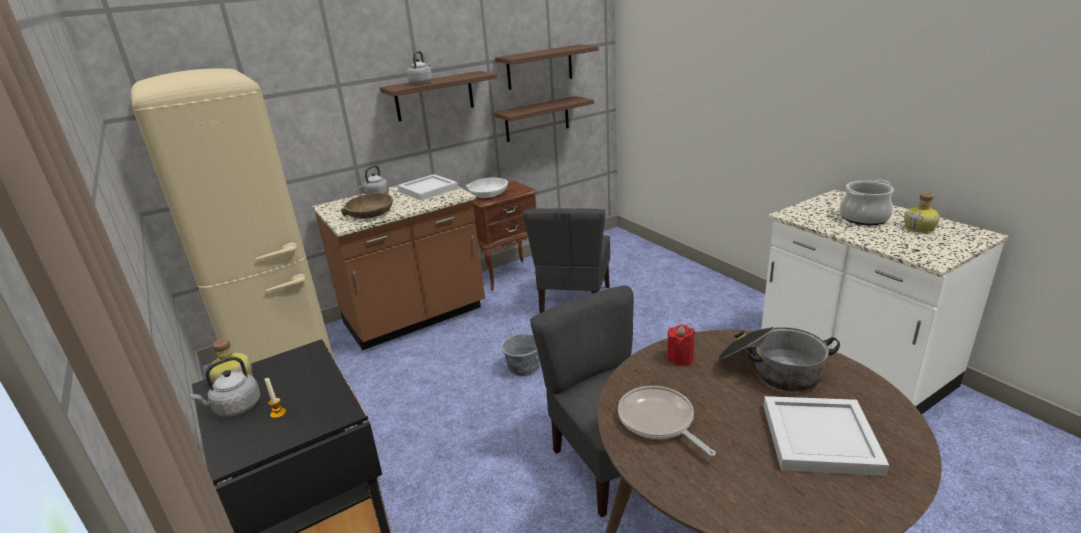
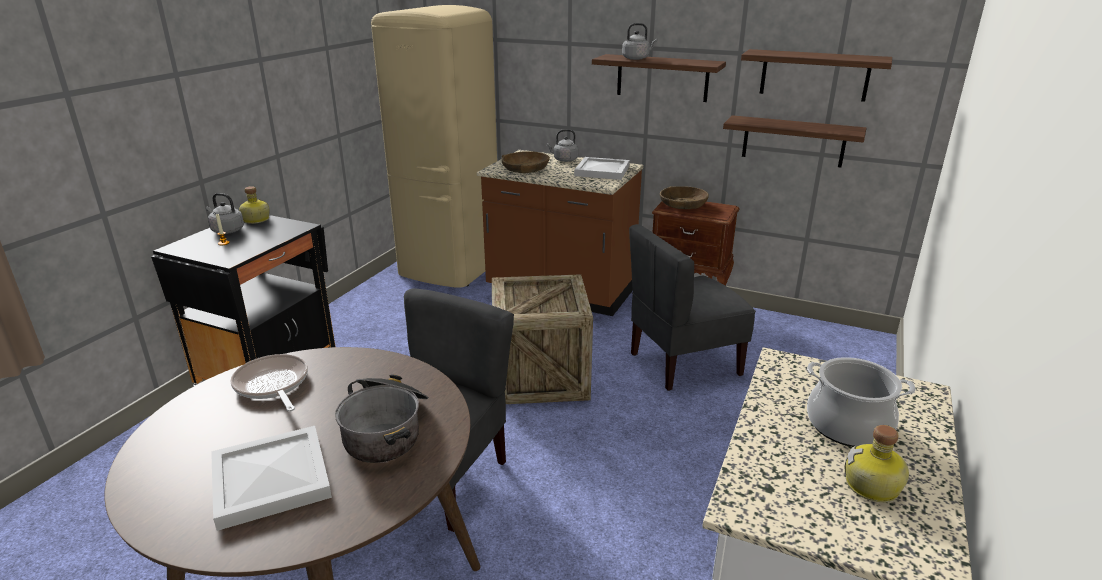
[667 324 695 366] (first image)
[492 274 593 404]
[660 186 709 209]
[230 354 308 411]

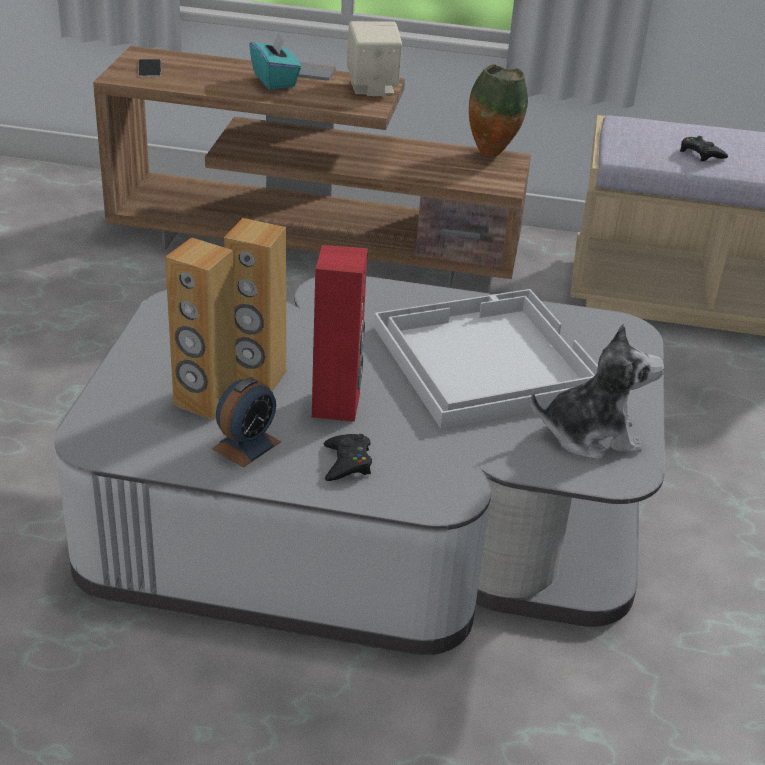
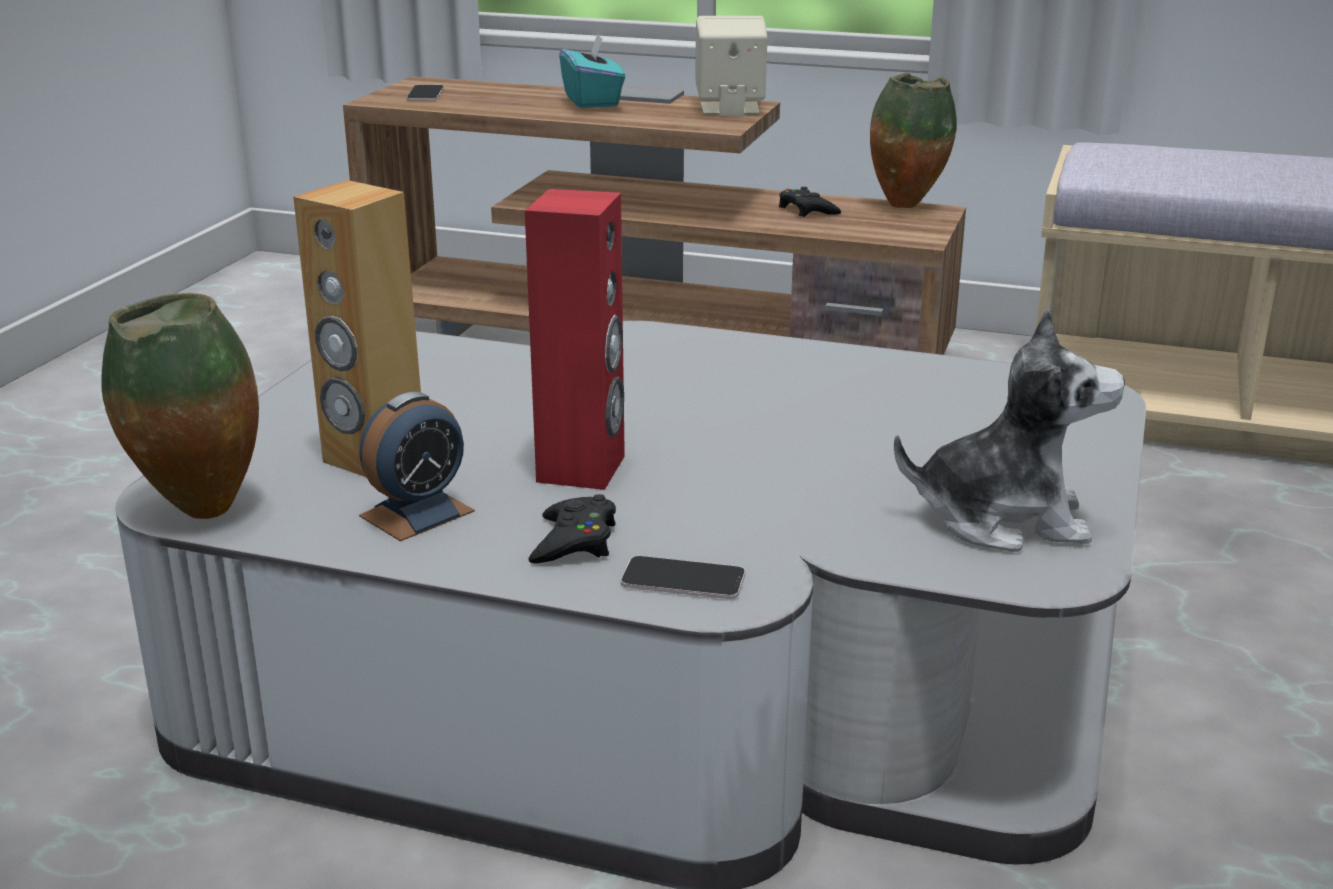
[224 218 286 391] (first image)
[374 289 598 428] (first image)
[101 293 259 519]
[621 556 745 599]
[779 187 841 217]

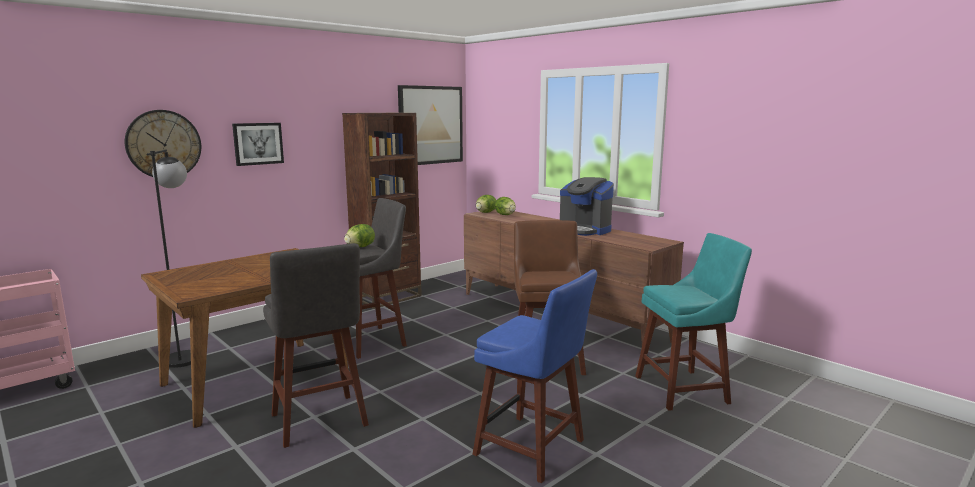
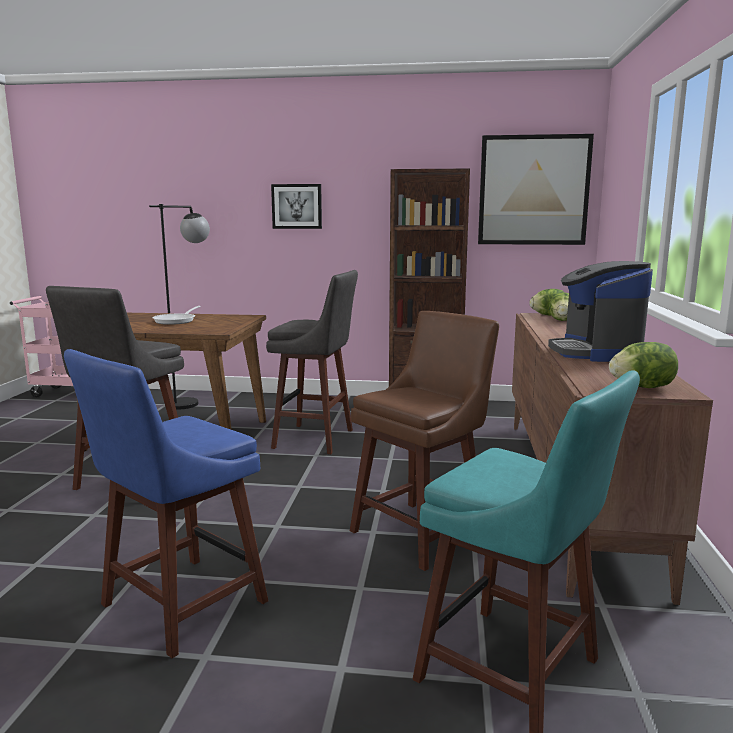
[125 110 201 177] (first image)
[152 306 201 325]
[609 342 678 388]
[64 349 268 658]

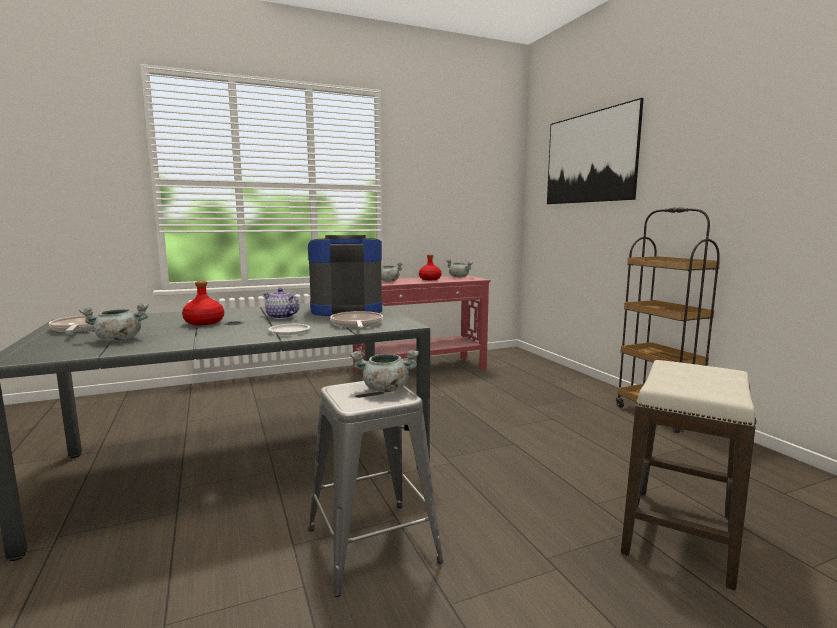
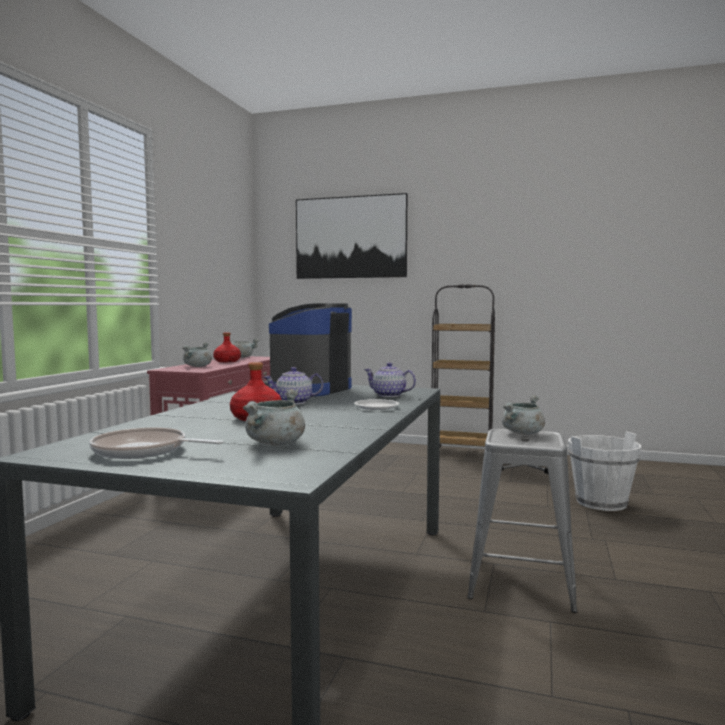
[364 362 416 397]
[568 431 641 511]

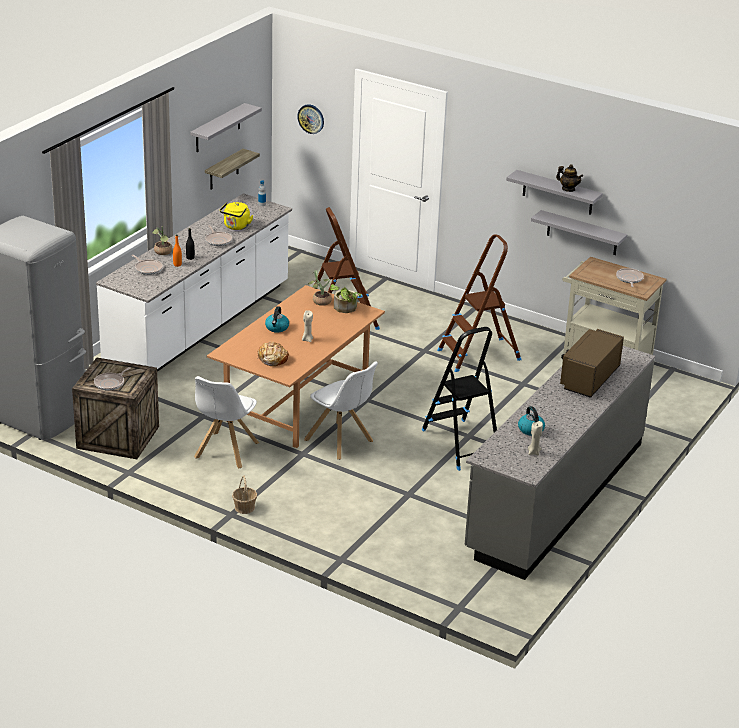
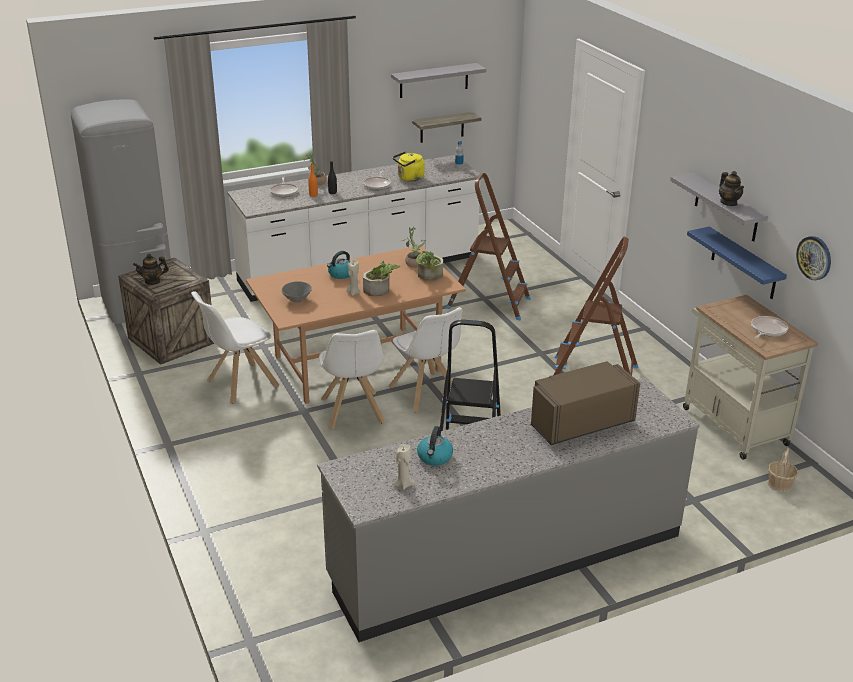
[363 261 400 296]
[389 307 463 412]
[768 448 798 492]
[796 236 831 280]
[133 254 169 285]
[282 281 312 303]
[687 227 787 299]

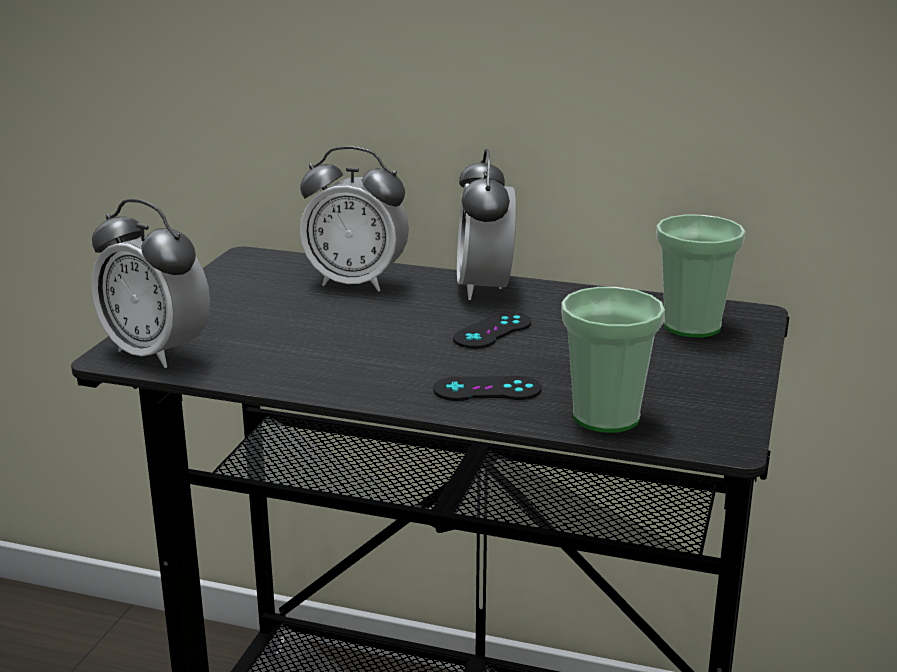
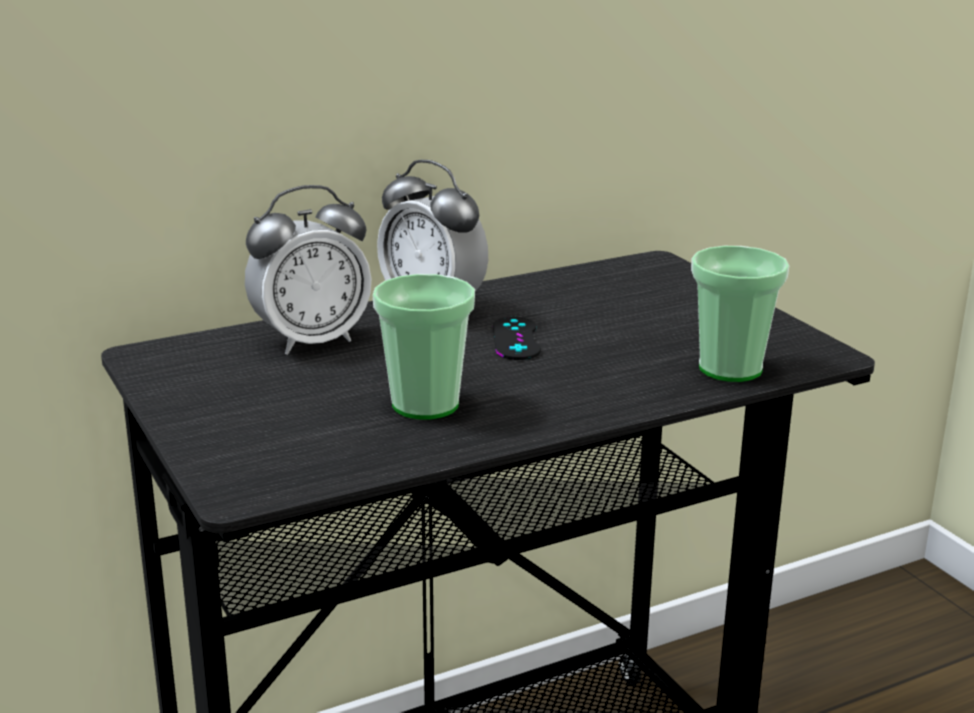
[91 199 210 368] (first image)
[433 376 542 401] (first image)
[373 274 475 420]

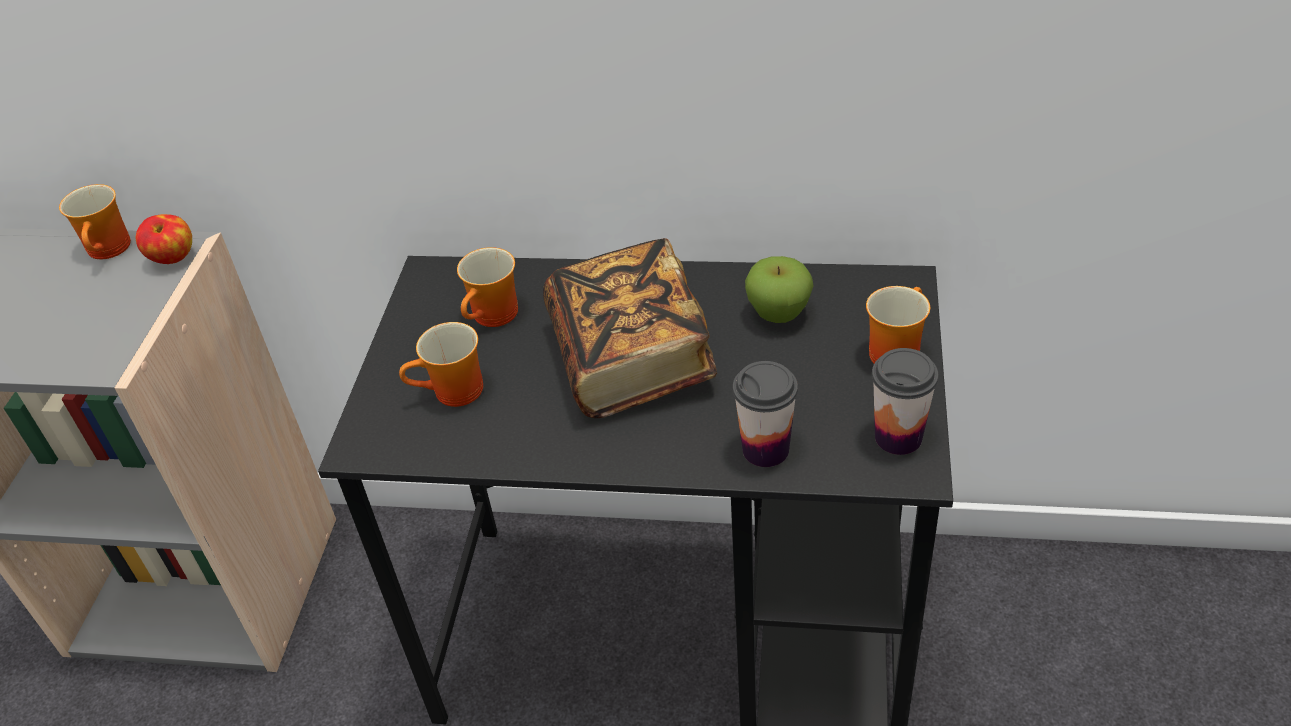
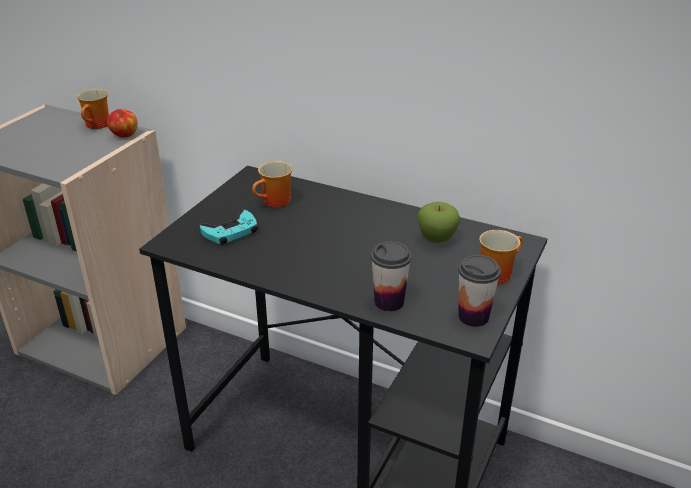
[543 238 717 418] (first image)
[200 210 258 245]

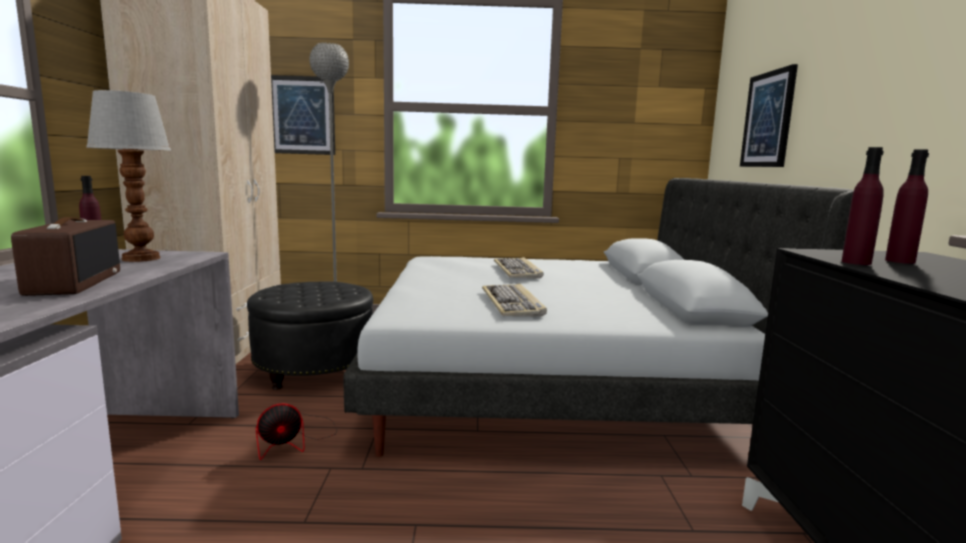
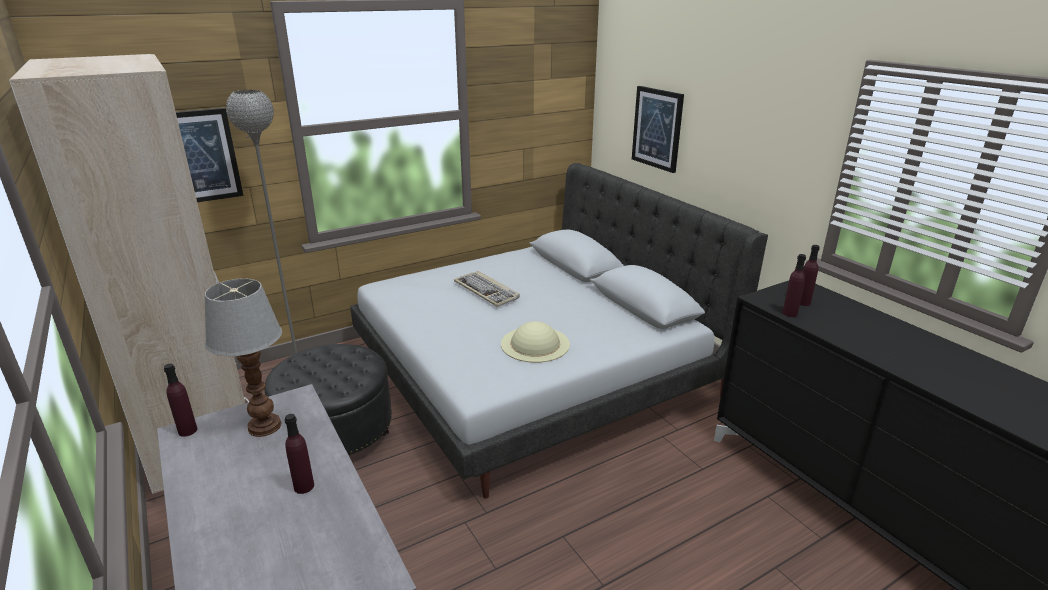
[256 403 337 460] (first image)
[285 414 314 494]
[501 321 570 363]

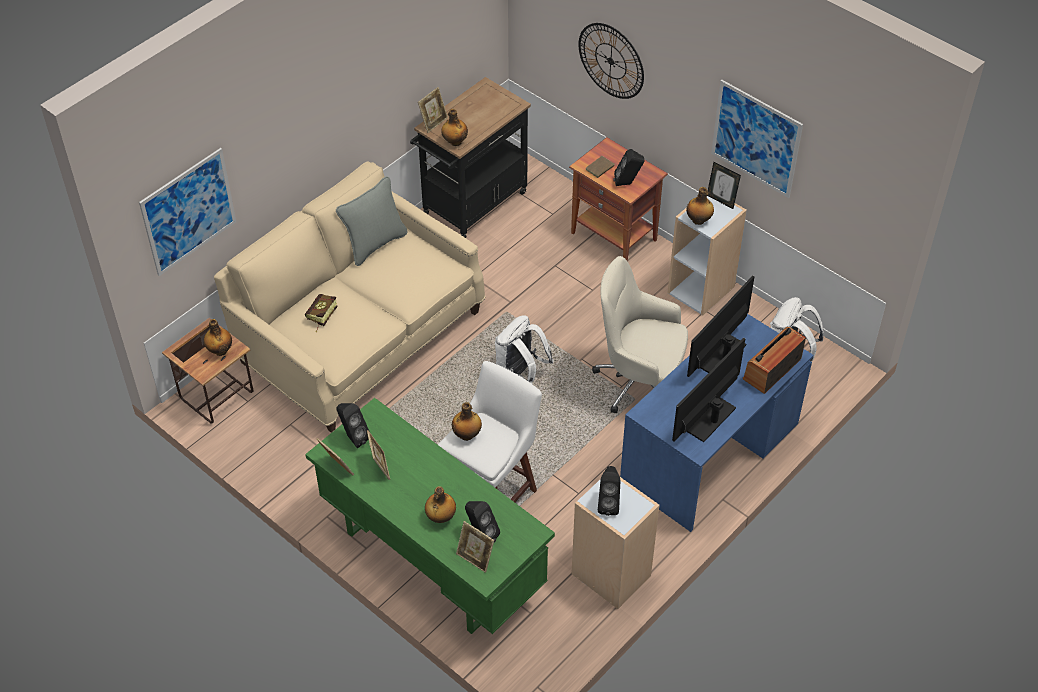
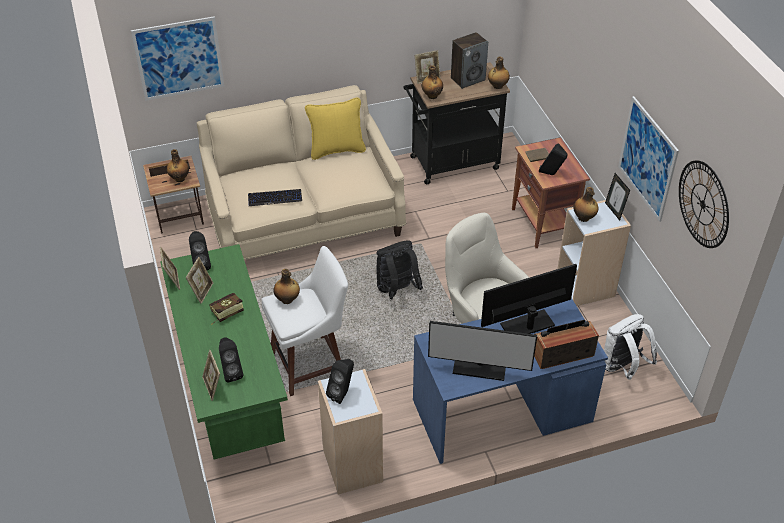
[248 189 302 206]
[451 32 488 89]
[209 293 244 325]
[488 57 510 89]
[679 160 729 248]
[305 98 366 160]
[376 240 423 299]
[428 321 537 381]

